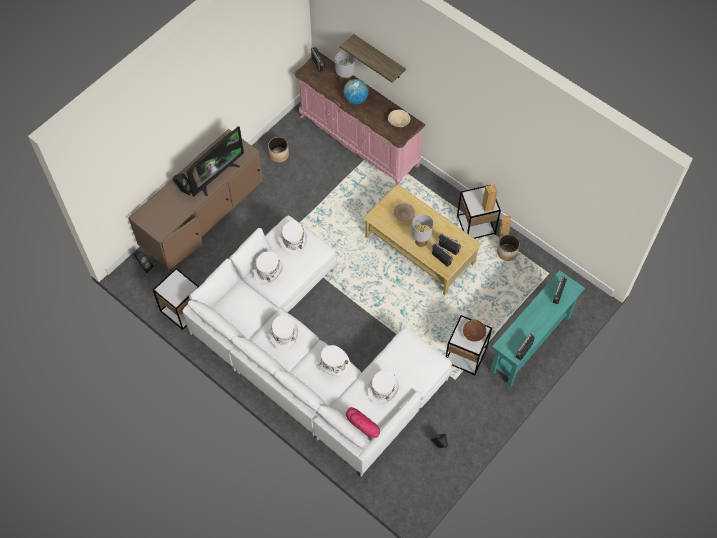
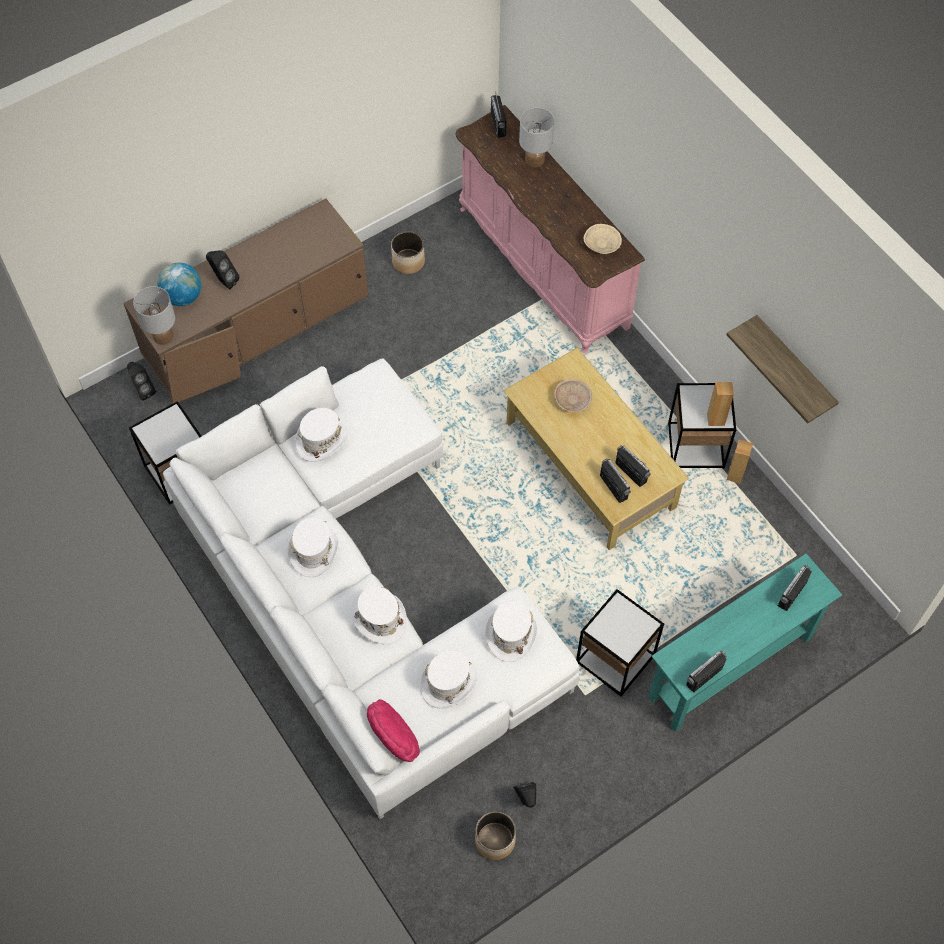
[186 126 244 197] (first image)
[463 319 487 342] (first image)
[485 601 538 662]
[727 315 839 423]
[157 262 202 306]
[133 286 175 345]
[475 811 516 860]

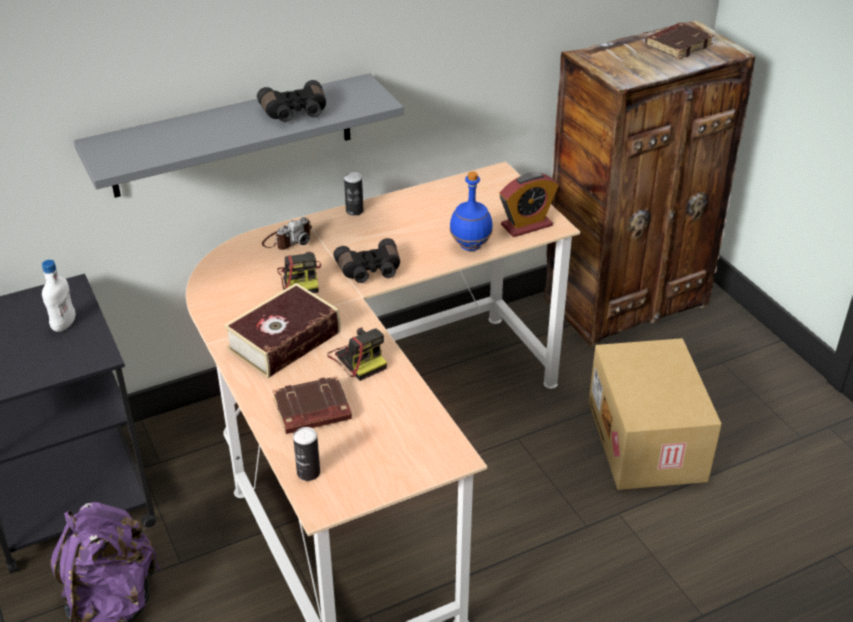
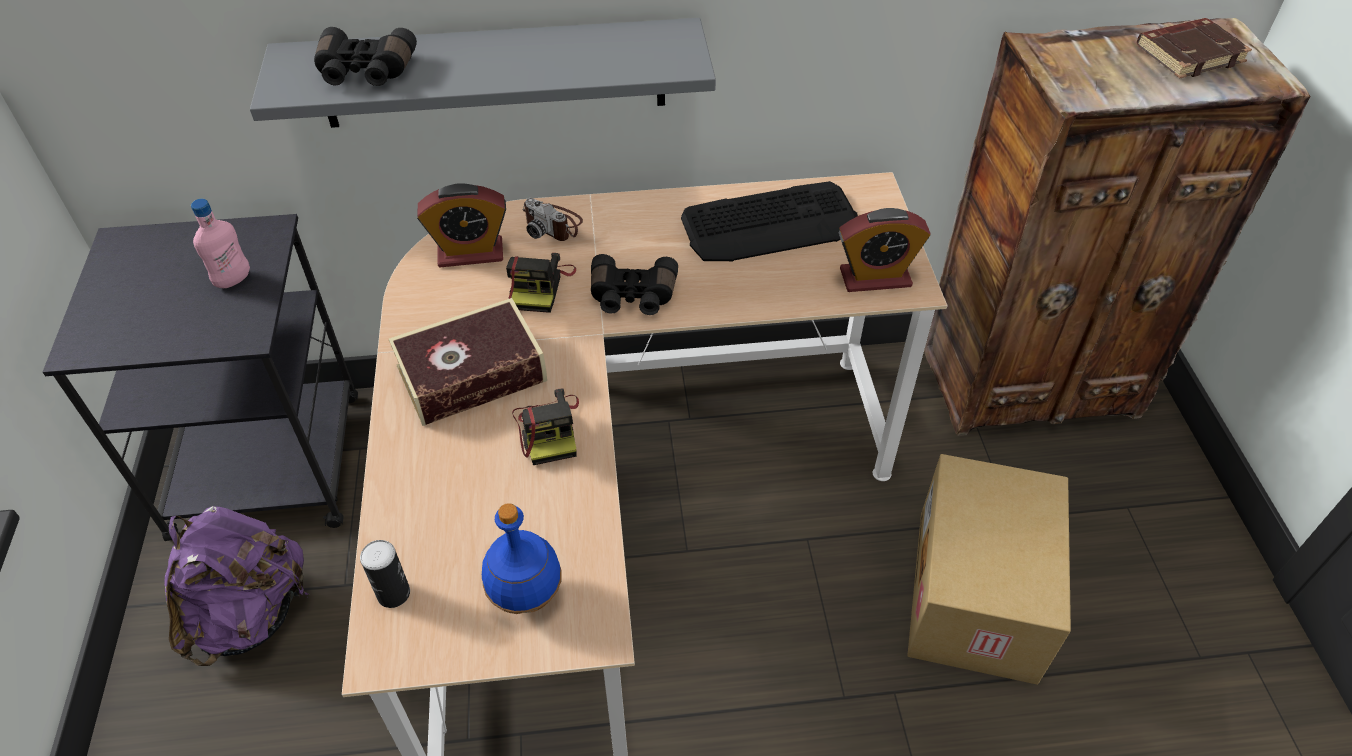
[272 376 352 434] (first image)
[344 172 363 216] (first image)
[417 184 506 267]
[681 181 858 261]
[314 27 417 86]
[482 503 562 614]
[191 199 250 288]
[523 198 583 241]

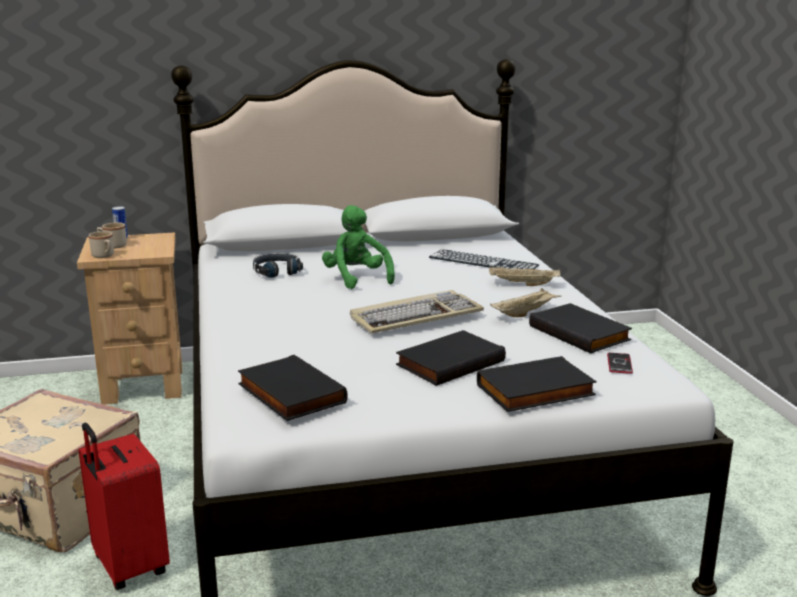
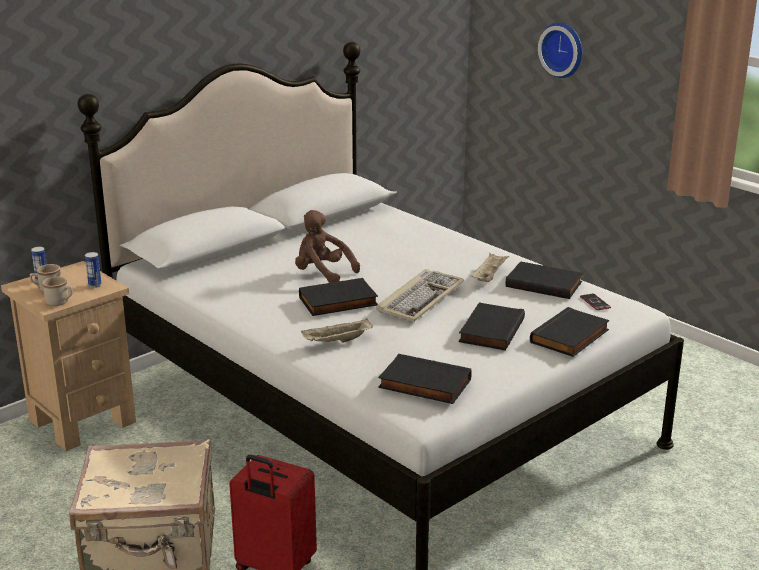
[253 253 303 278] (first image)
[429 249 539 269] (first image)
[85 252 102 288]
[299 278 378 316]
[538 23 582 78]
[301 318 373 343]
[295 210 360 283]

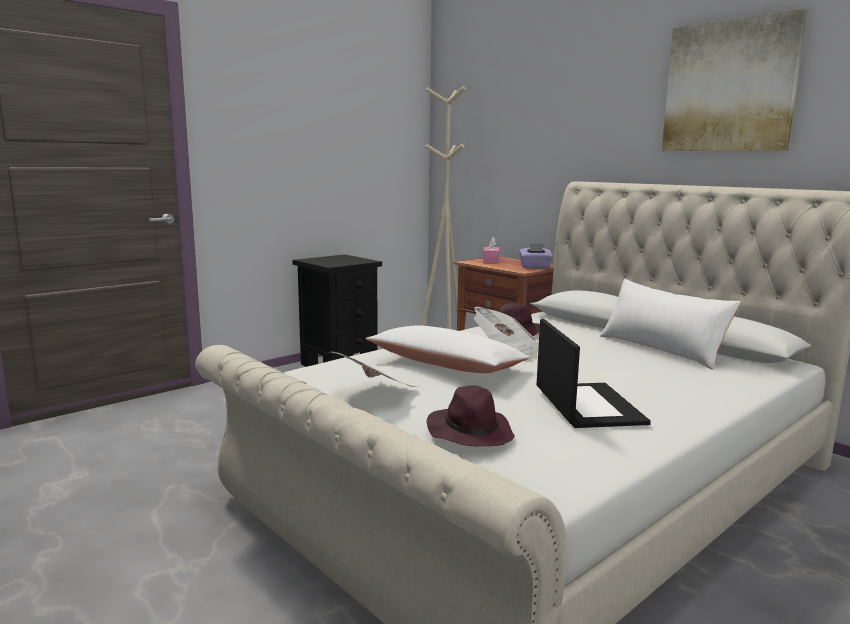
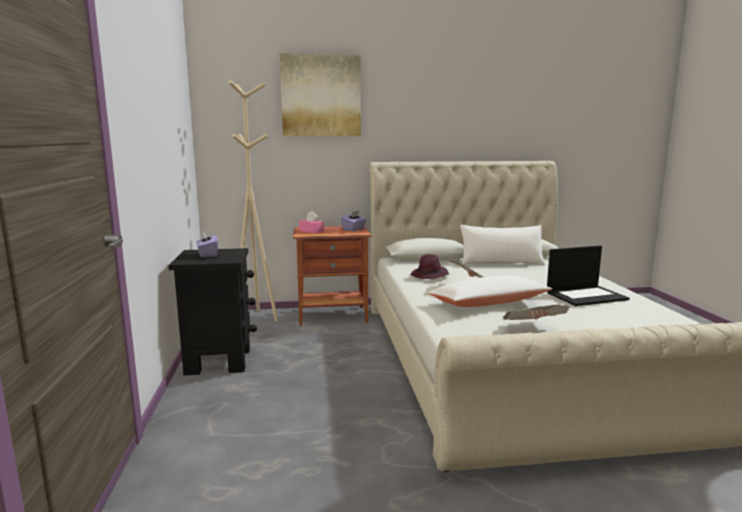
[427 385 515 446] (first image)
[196 231 218 258]
[280 53 361 136]
[547 245 630 306]

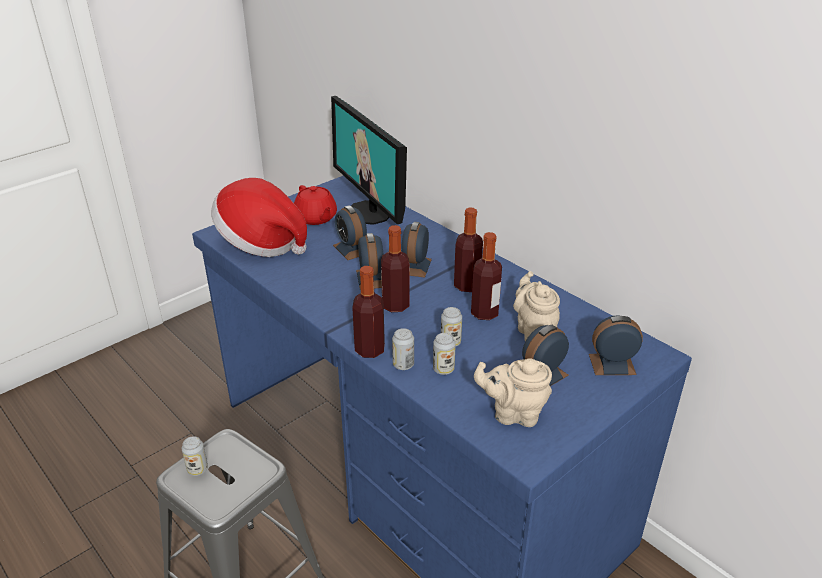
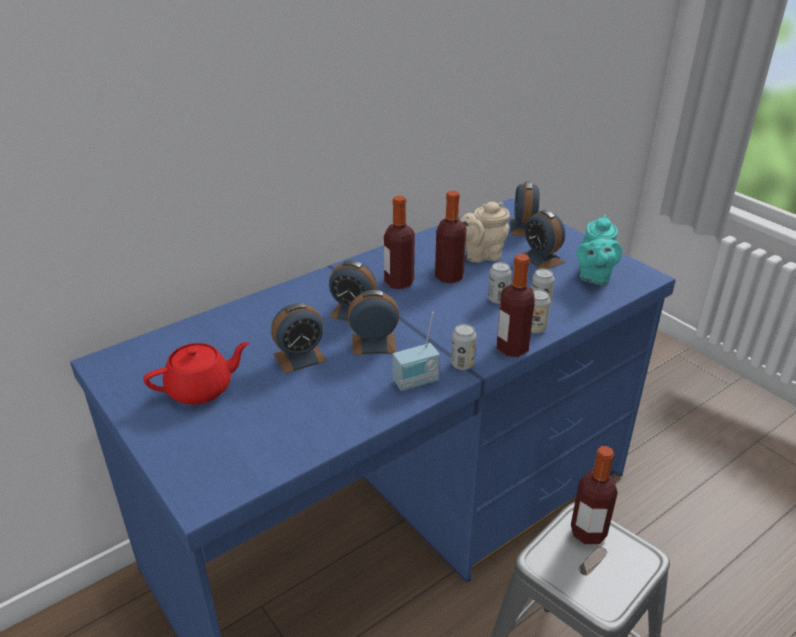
[211 178 307 257] (first image)
[331 96 407 225] (first image)
[393 312 440 391]
[451 324 476 370]
[571 446 618 544]
[576 215 622 285]

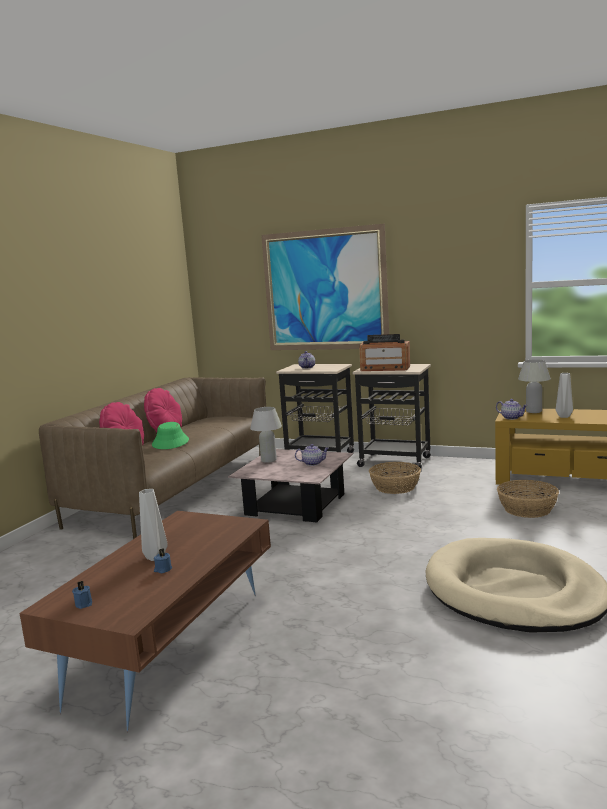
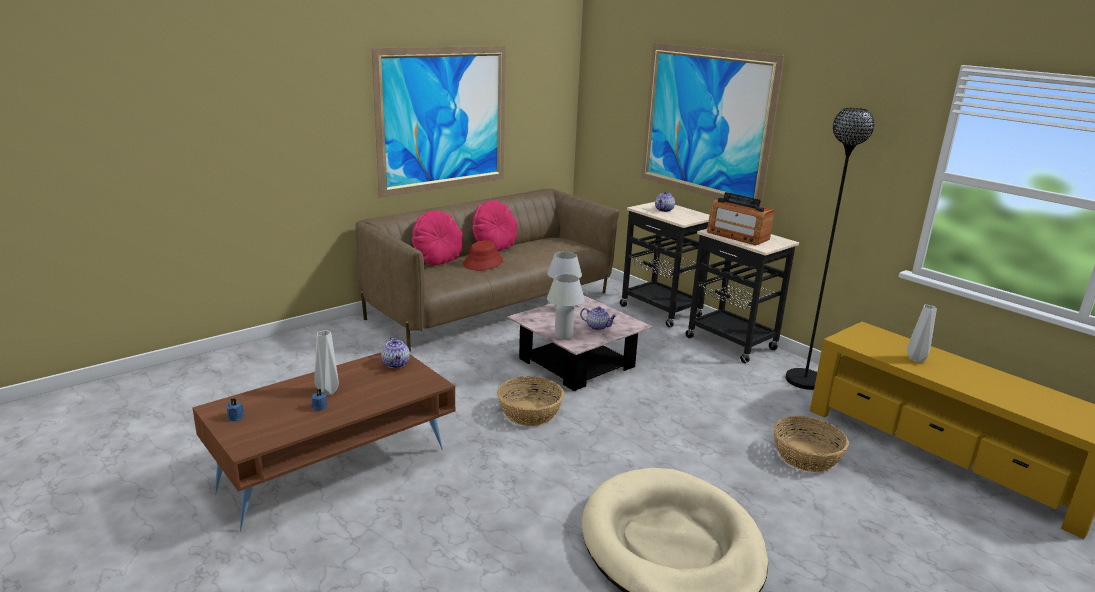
[372 46 506 198]
[786 108 875 390]
[497 376 564 426]
[381 337 410 368]
[547 274 584 340]
[463 241 503 271]

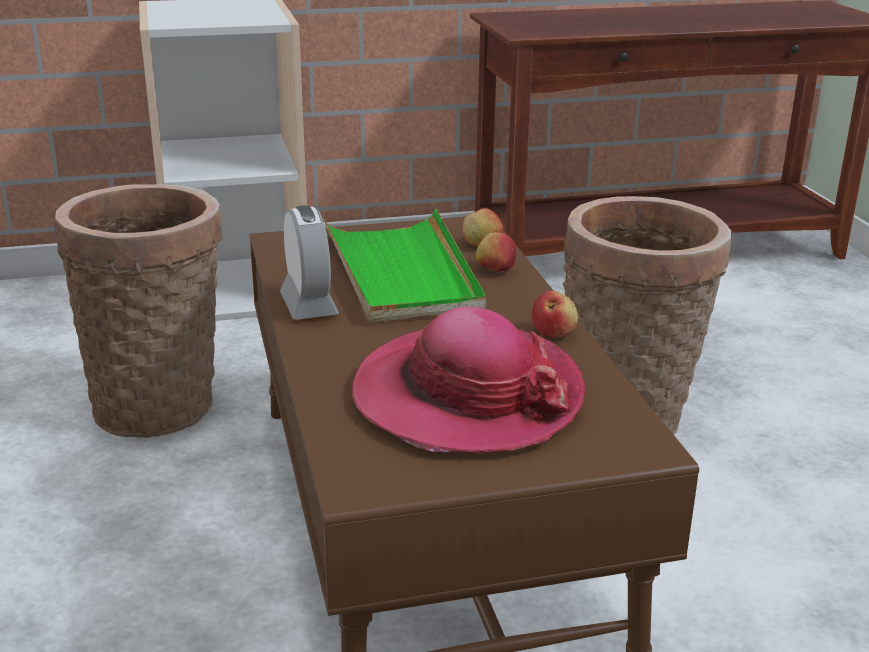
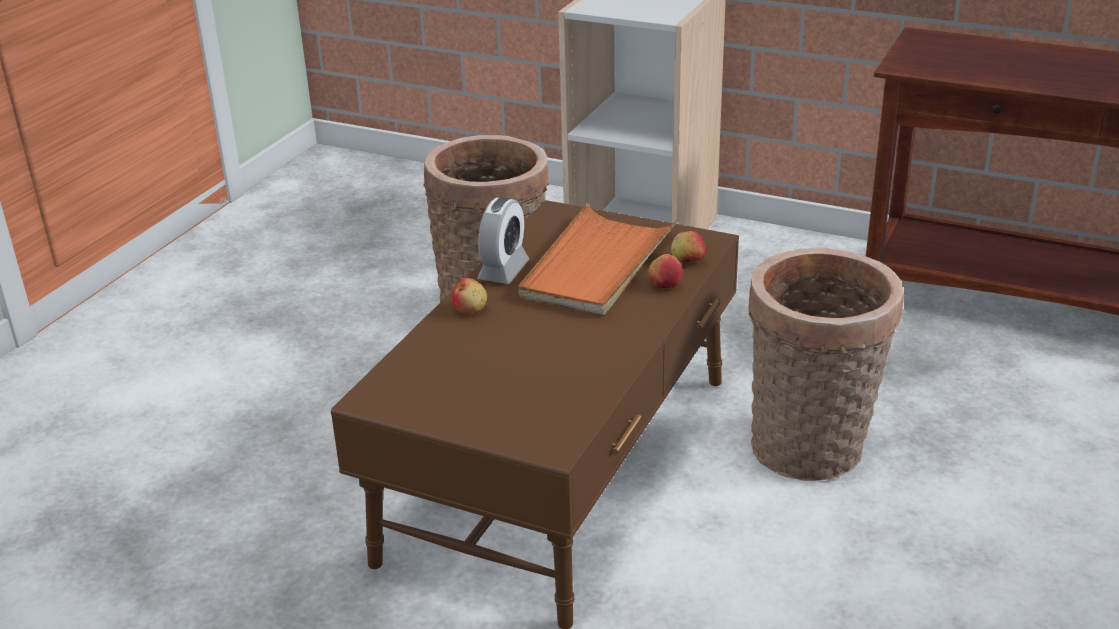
[352 307 586 453] (first image)
[452 278 487 314]
[518 203 678 315]

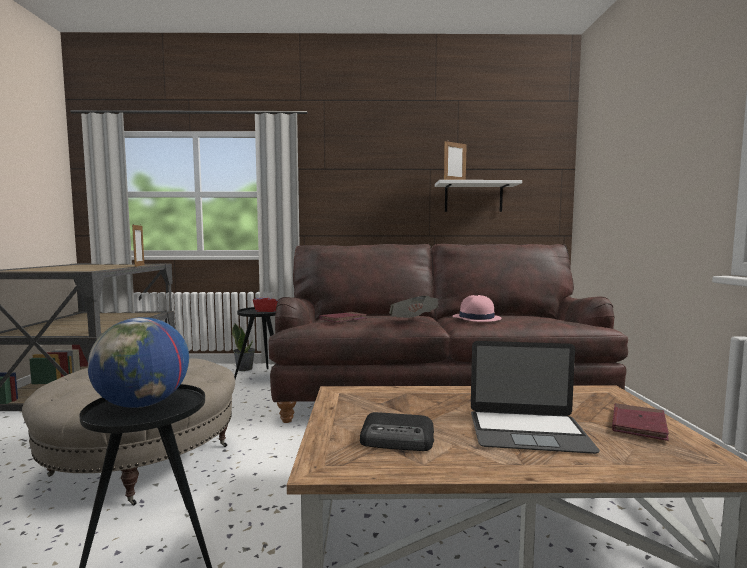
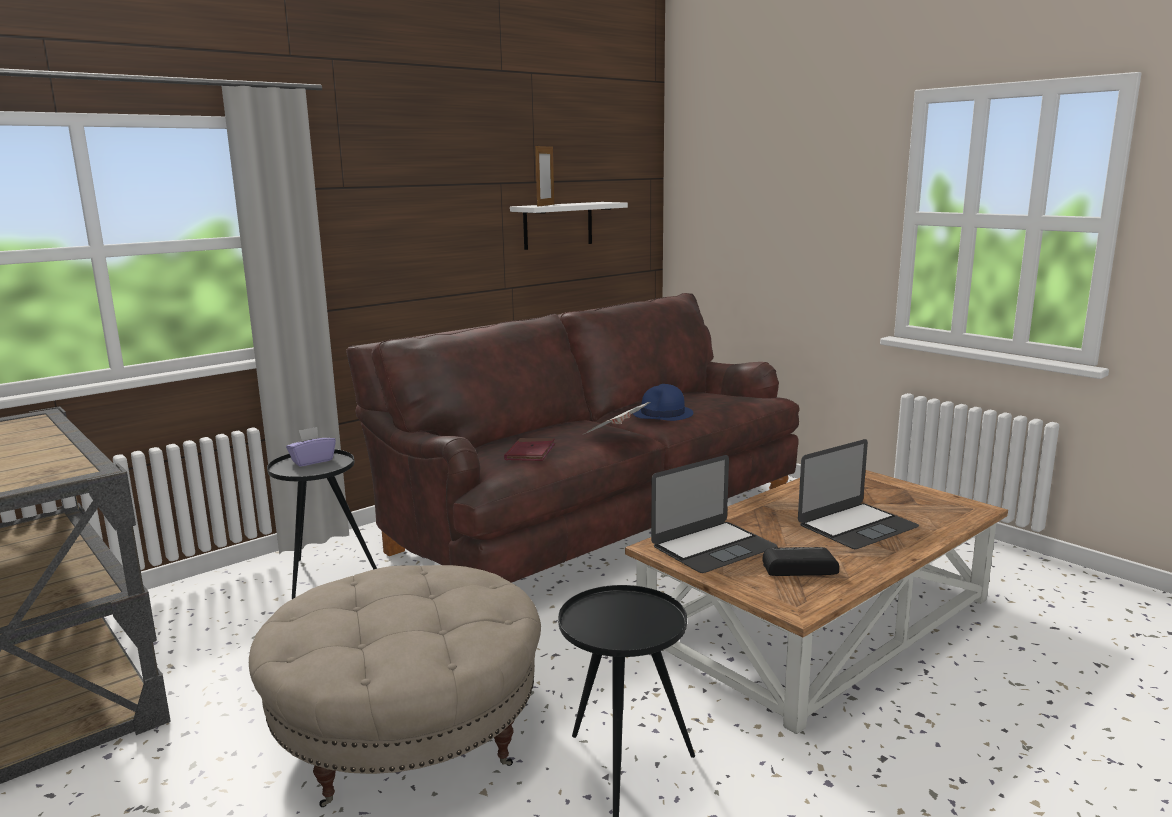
[88 317 189 408] (first image)
[132 223 145 267] (first image)
[232 323 255 371] (first image)
[612 403 669 441] (first image)
[651 455 777 573]
[286 427 336 467]
[633 384 693 421]
[762 547 839 576]

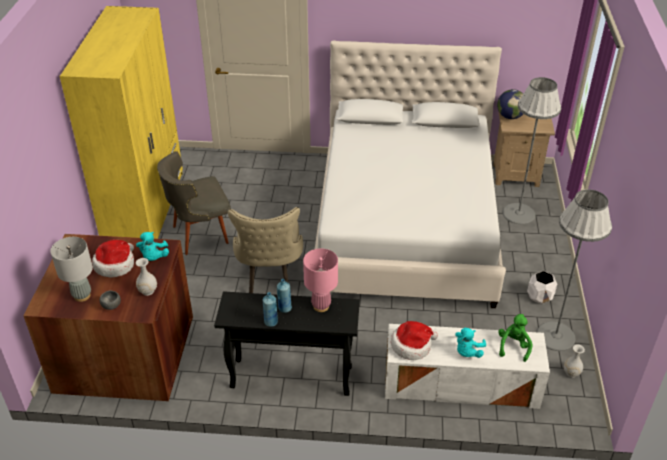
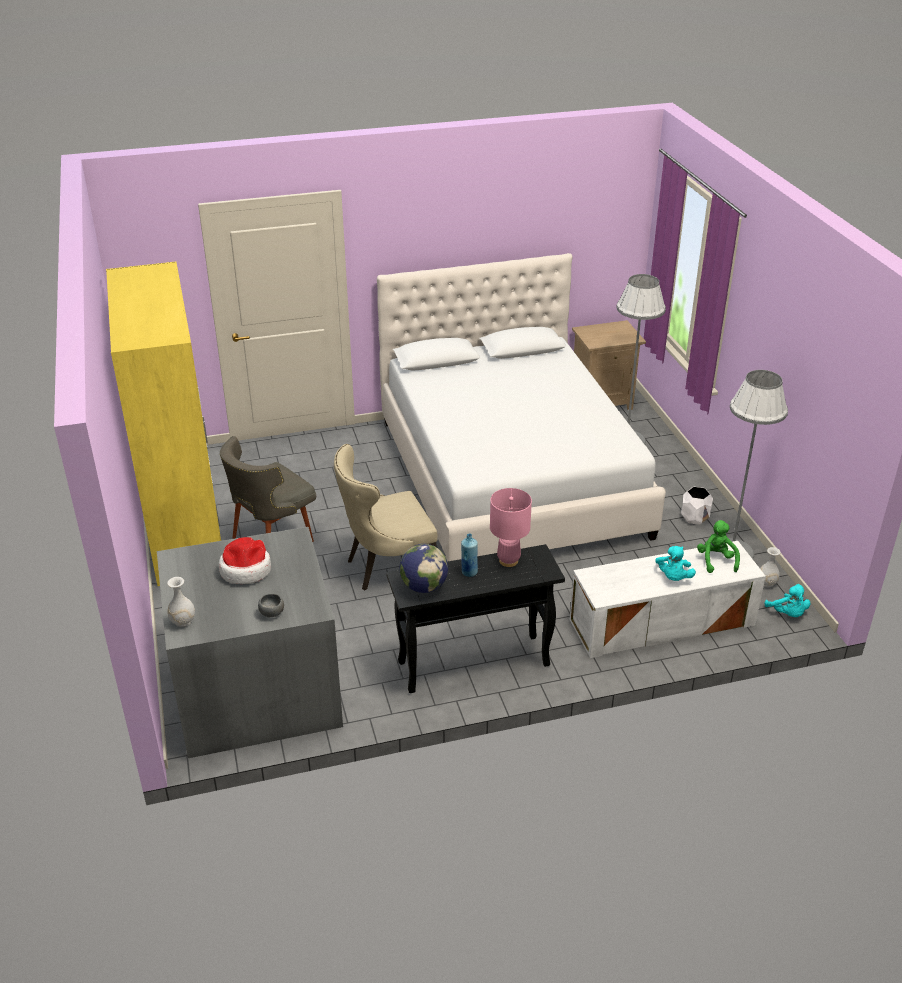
[50 237 93 302] (first image)
[263 292 278 327] (first image)
[391 321 438 360] (first image)
[765 584 811 617]
[167 577 195 627]
[399 544 448 593]
[157 527 343 758]
[334 444 438 591]

